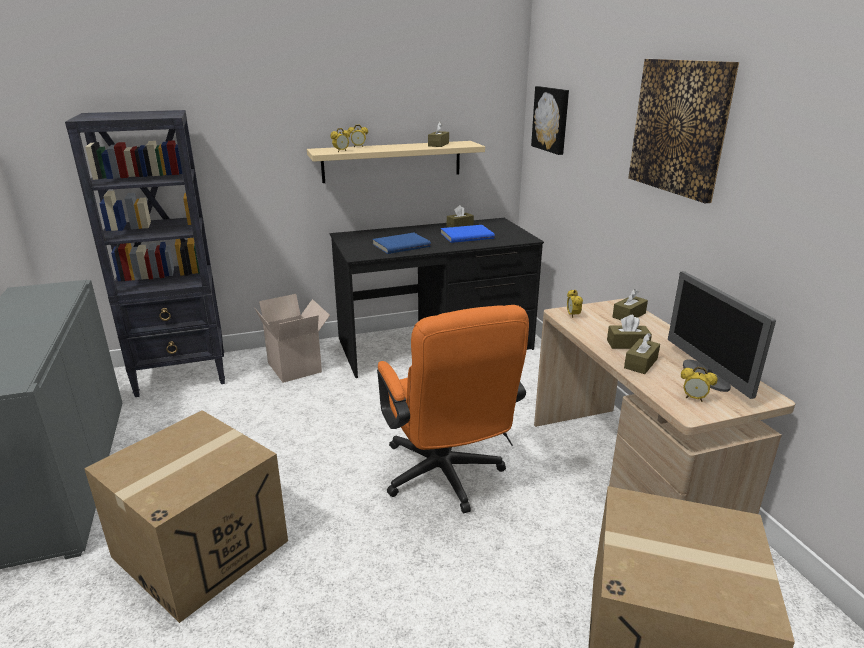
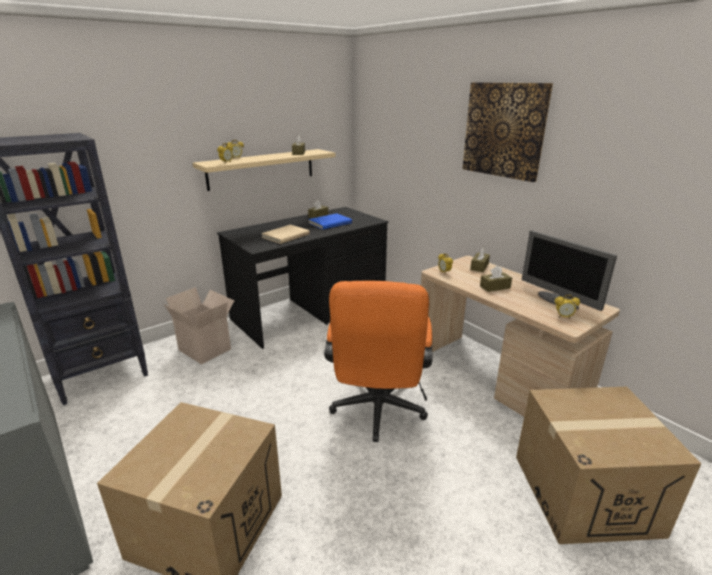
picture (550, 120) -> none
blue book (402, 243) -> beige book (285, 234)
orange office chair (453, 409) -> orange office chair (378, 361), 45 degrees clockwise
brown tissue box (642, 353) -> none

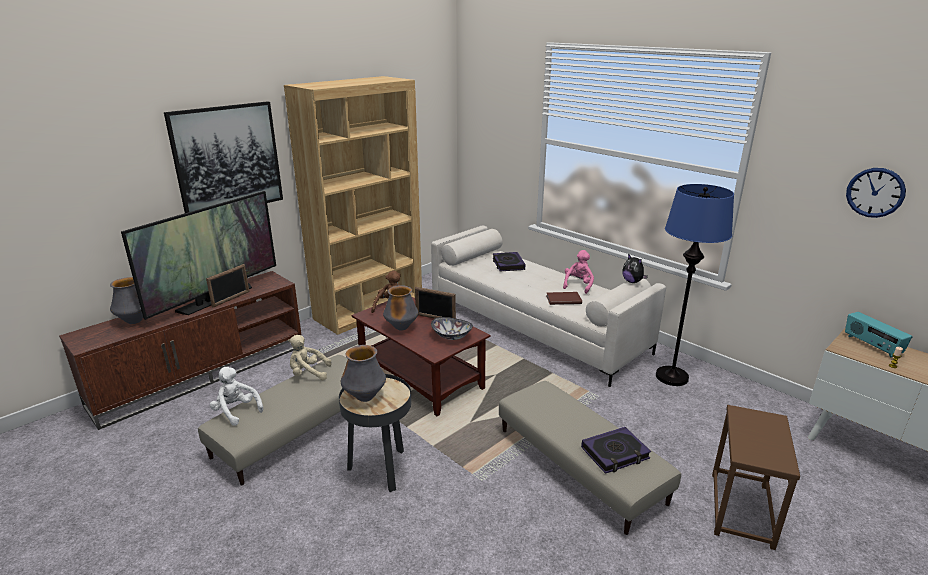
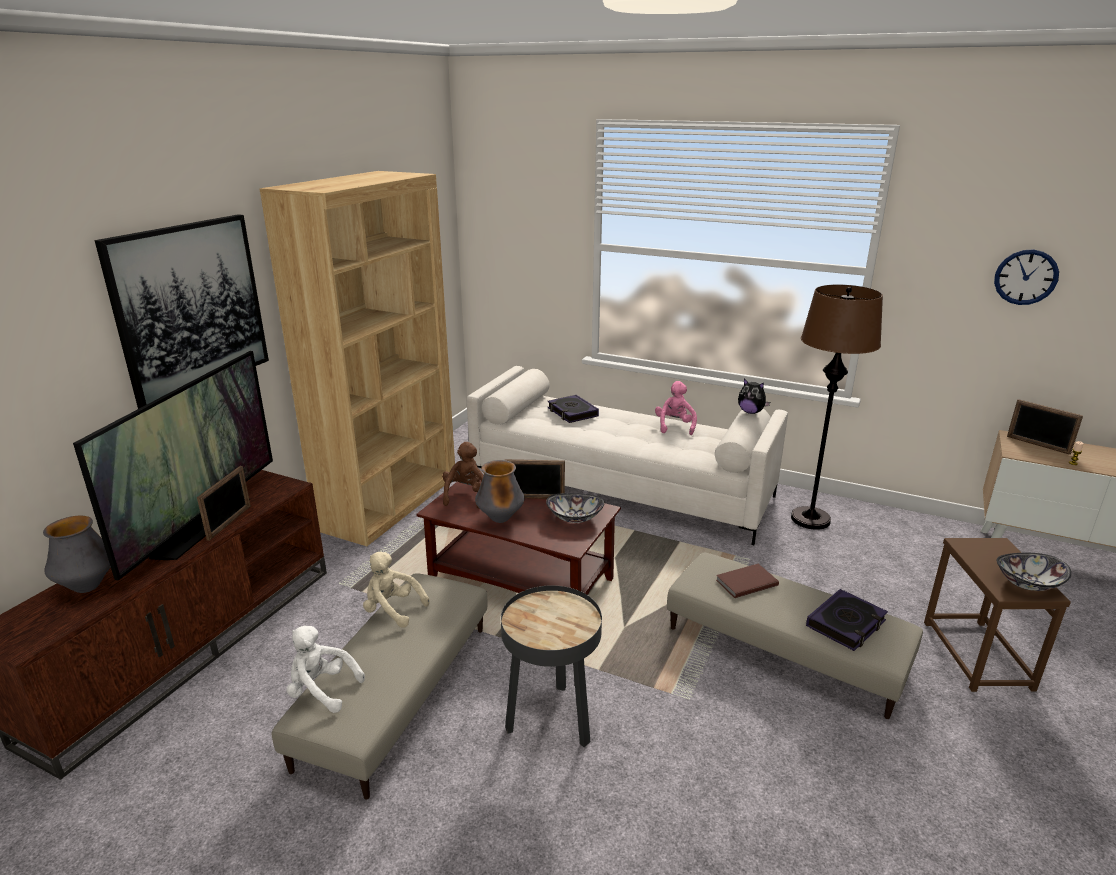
blue floor lamp (695, 285) -> brown floor lamp (837, 407)
brown book (564, 298) -> brown book (747, 581), moved
radio (879, 335) -> picture frame (1045, 427)
beige plush toy (310, 357) -> beige plush toy (396, 590), 45 degrees clockwise
vase (363, 373) -> none
none -> bowl (1033, 572)

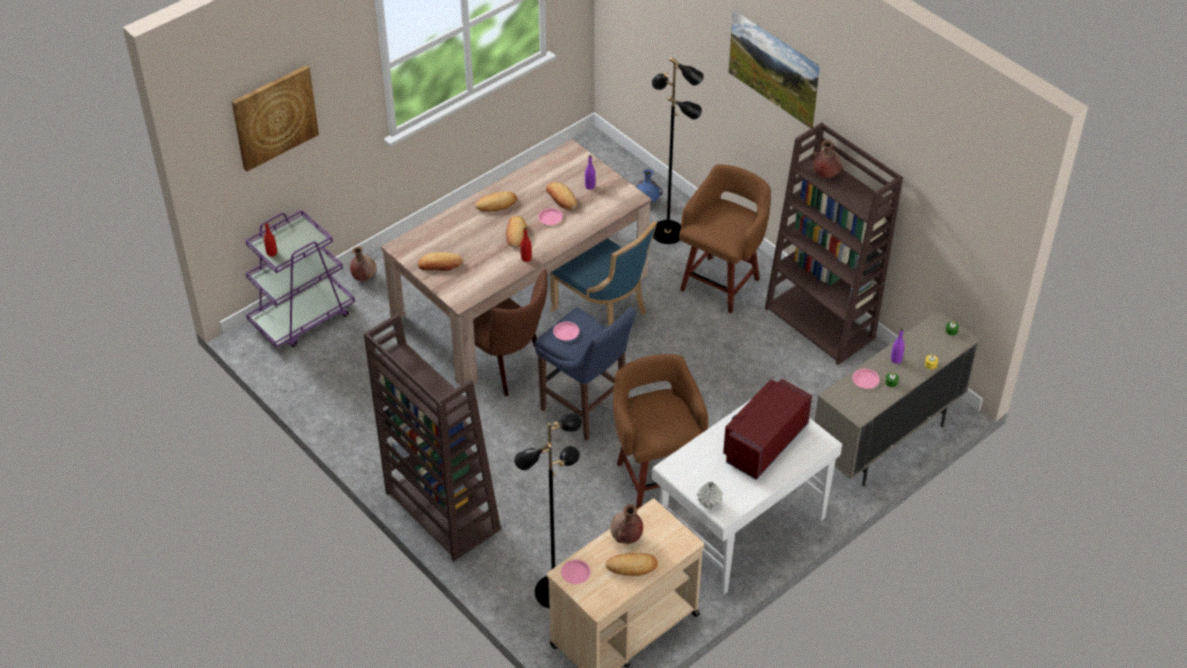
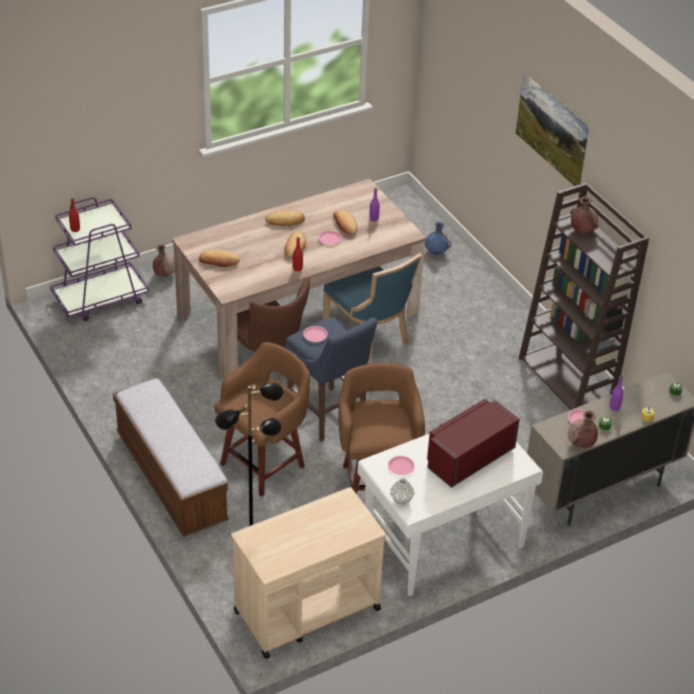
black floor lamp (678, 150) -> none
picture (275, 118) -> none
brown stool (725, 238) -> brown stool (262, 419), moved
brown bookcase (432, 437) -> bench (171, 457)
brown vase (626, 524) -> brown vase (583, 429), moved
bread (631, 564) -> none
pink plate (576, 572) -> pink plate (401, 465), moved

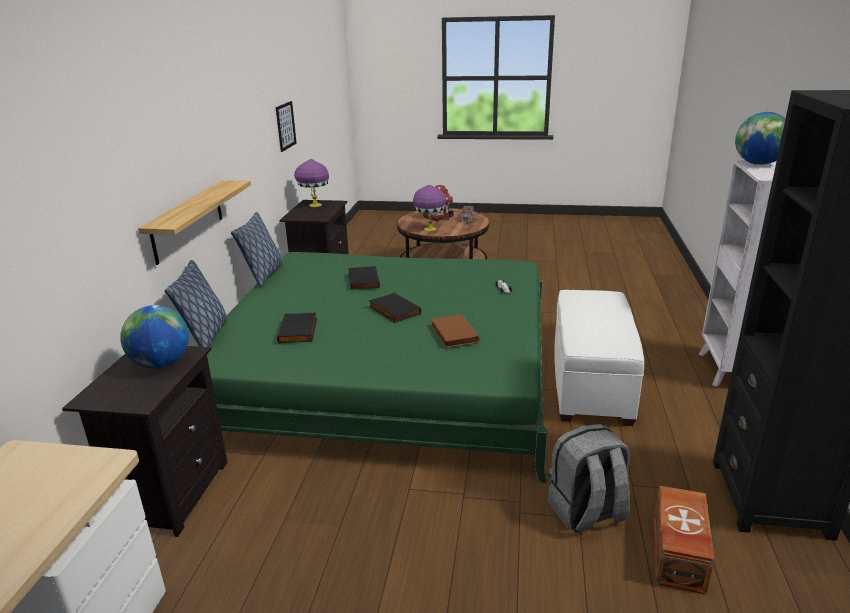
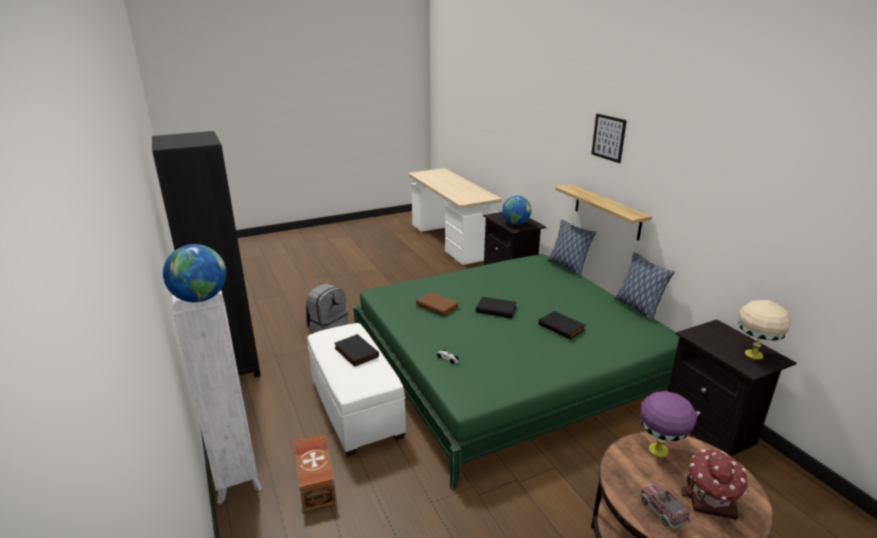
picture (286, 126) -> picture (609, 138), moved
purple table lamp (311, 182) -> beige table lamp (765, 330)
black book (297, 327) -> black book (356, 350), moved
brown storage box (684, 540) -> brown storage box (315, 473), moved

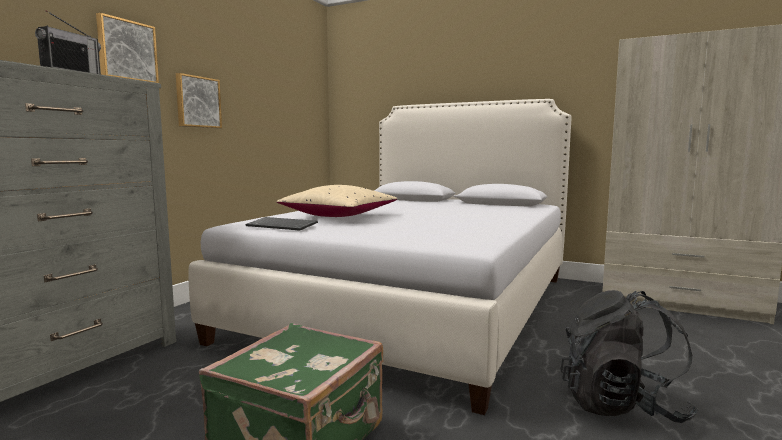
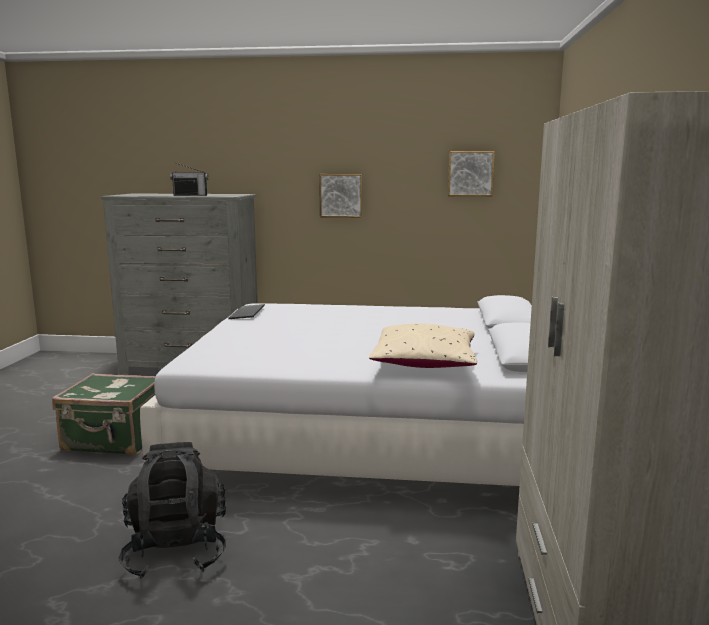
picture (127, 48) -> picture (471, 173), moved
beige pillow (336, 201) -> beige pillow (423, 345), moved

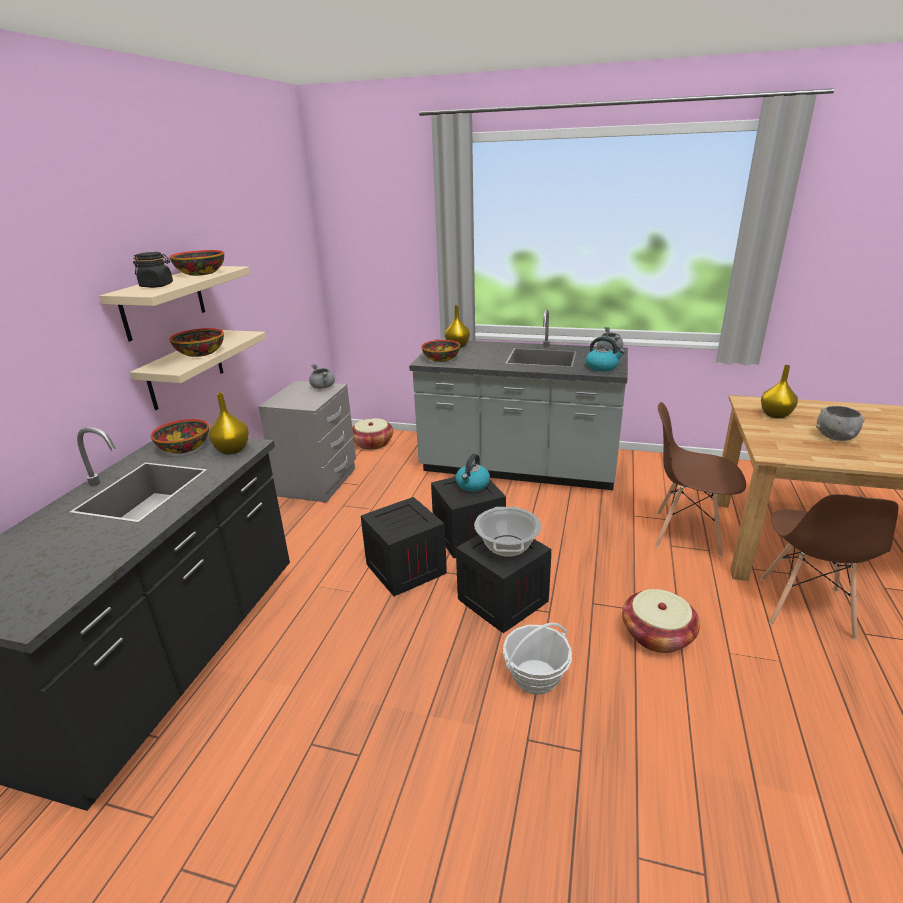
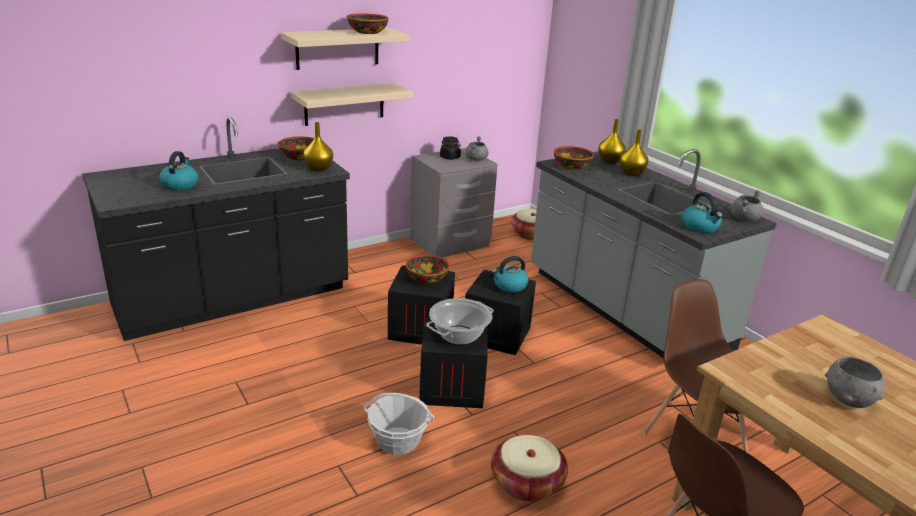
black jar (153, 270) -> black jar (450, 148), moved
bowl (196, 342) -> bowl (427, 269), moved
yellow vase (779, 391) -> yellow vase (634, 152), moved
none -> kettle (178, 171)

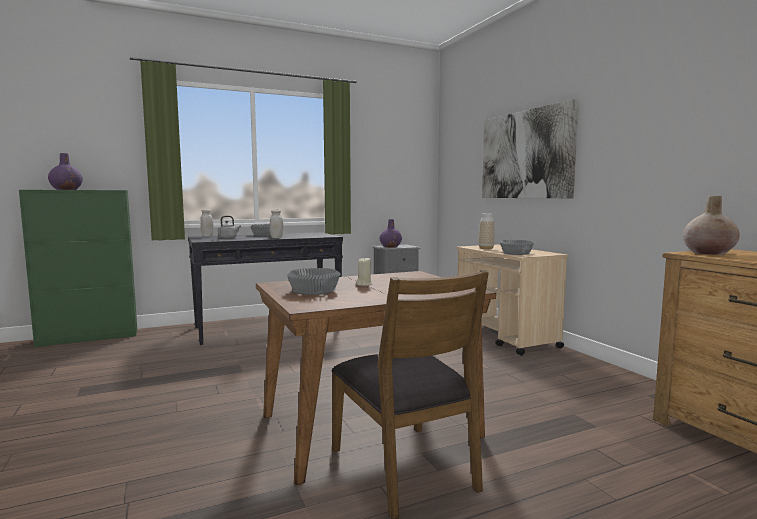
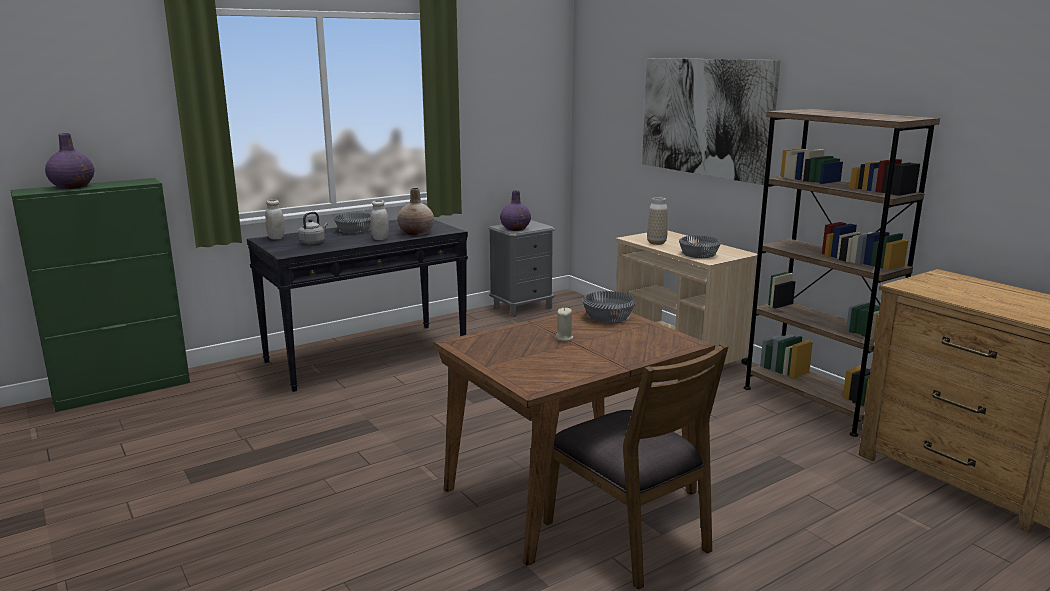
beige vase (711, 225) -> beige vase (415, 212), moved
grey bowl (314, 281) -> grey bowl (609, 307), moved
none -> brown bookcase (842, 273)

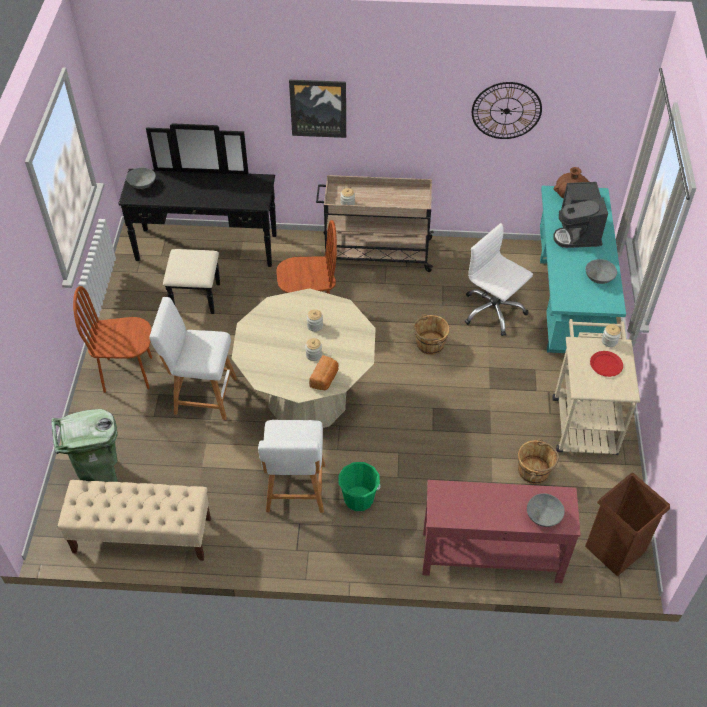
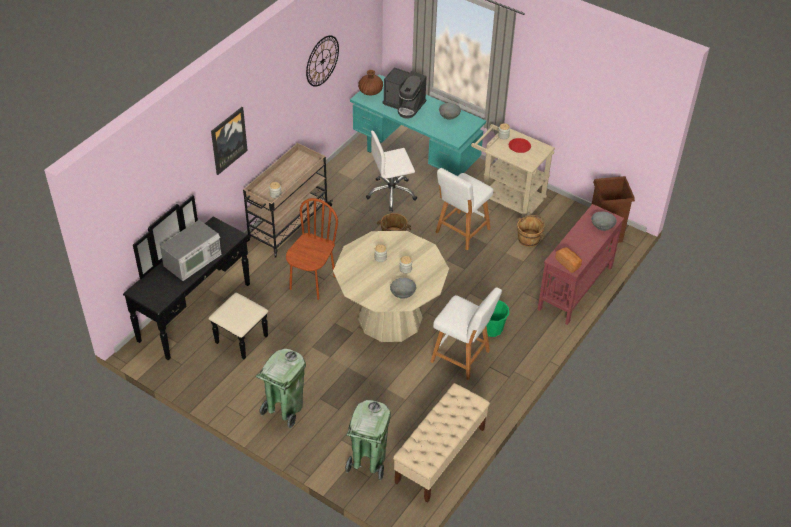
grey bowl (141, 178) -> grey bowl (403, 288), moved
brown chair (112, 339) -> green trash can (281, 388)
white stool (193, 358) -> white stool (464, 209), moved
bread (323, 373) -> bread (568, 260), moved
none -> microwave (191, 250)

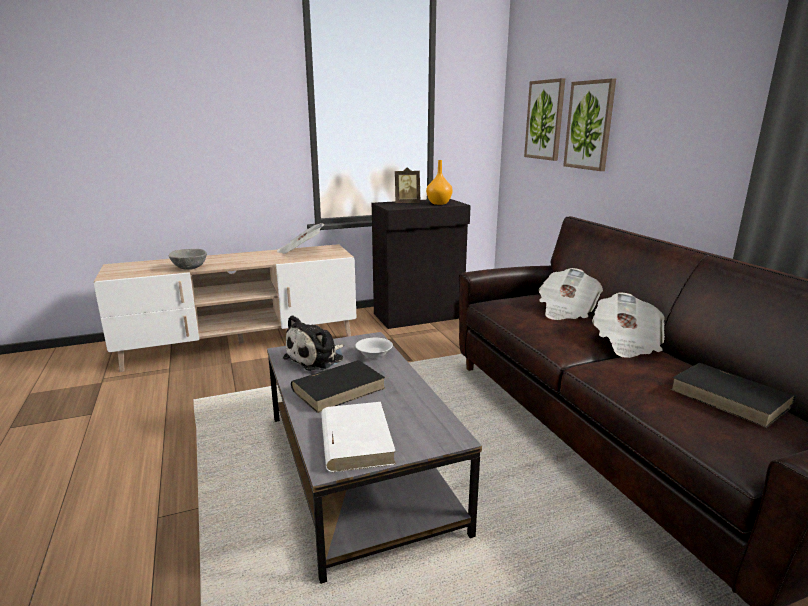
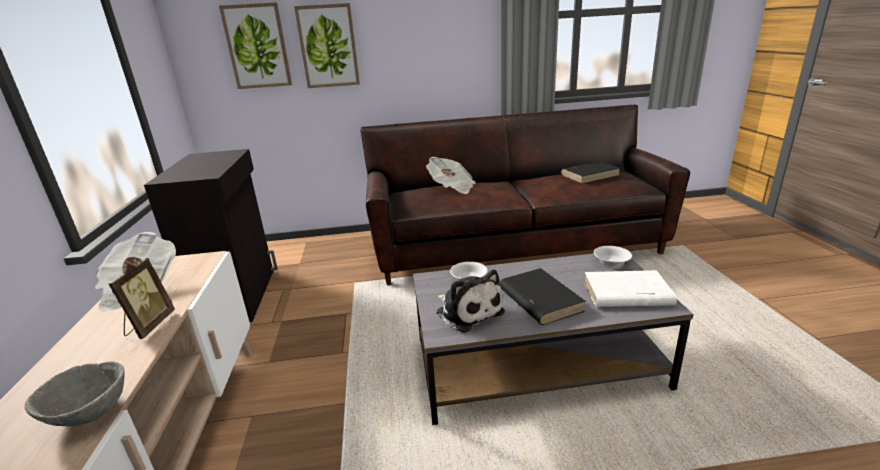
orange vase (439, 182) -> none
picture frame (407, 185) -> picture frame (142, 298), moved
newspaper (628, 325) -> none
none -> white bowl (613, 256)

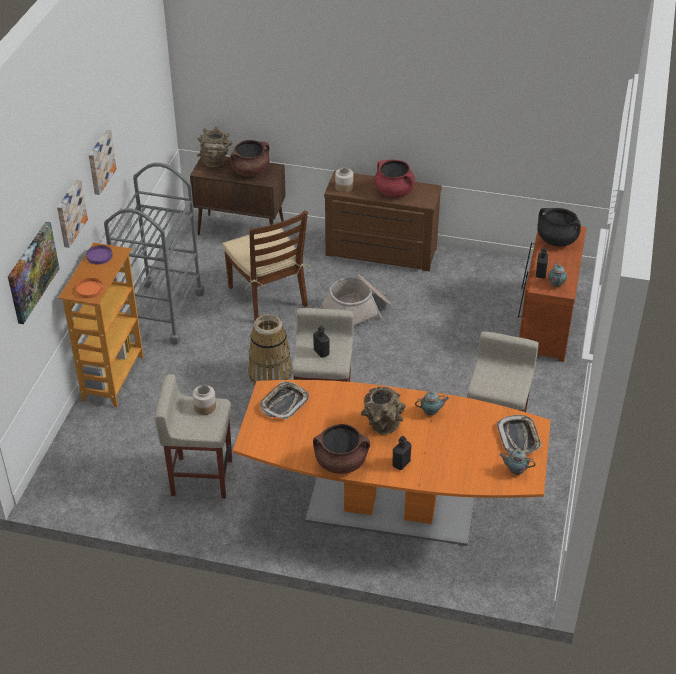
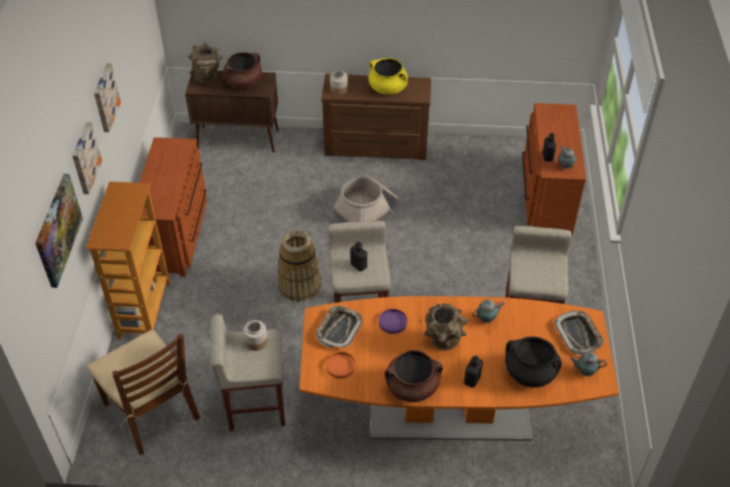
red cooking pot (394, 178) -> yellow cooking pot (388, 76)
grey cart (154, 254) -> brown dresser (173, 207)
black cooking pot (559, 227) -> black cooking pot (533, 362), moved
brown chair (266, 265) -> brown chair (143, 392), moved
purple plate (99, 254) -> purple plate (393, 321), moved
orange plate (89, 288) -> orange plate (341, 365), moved

